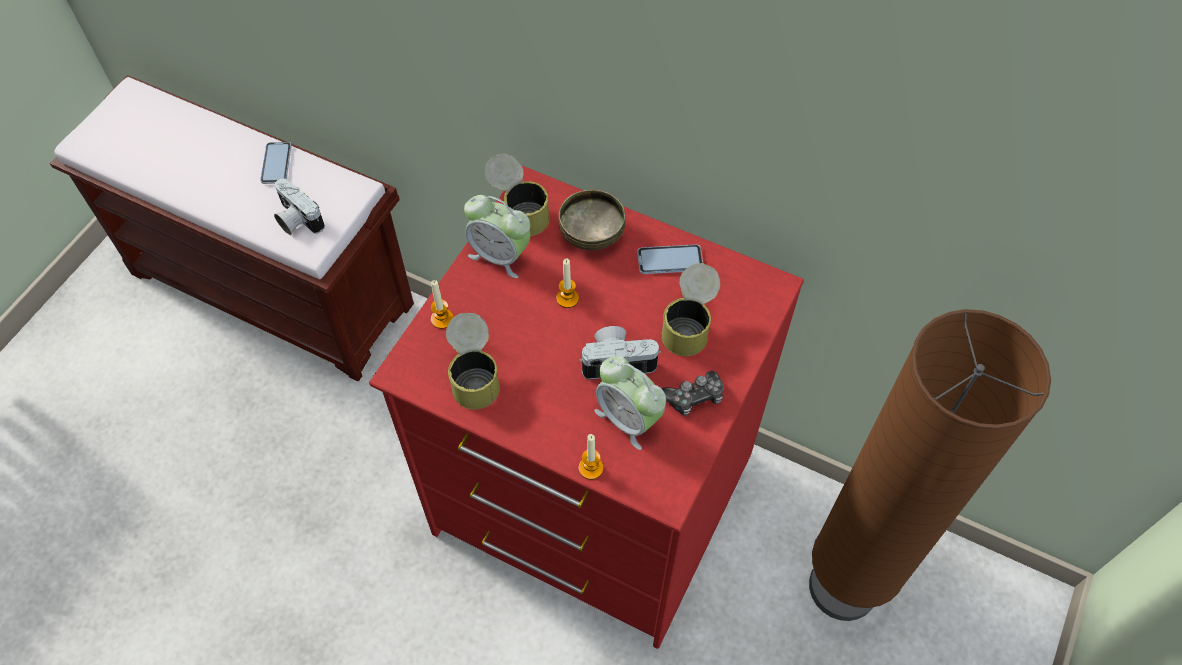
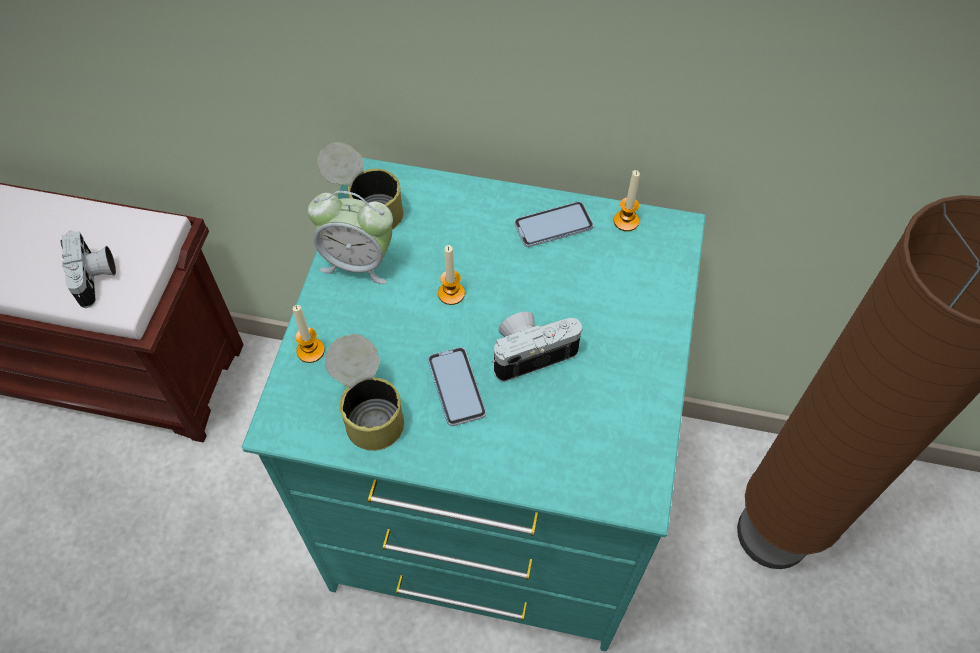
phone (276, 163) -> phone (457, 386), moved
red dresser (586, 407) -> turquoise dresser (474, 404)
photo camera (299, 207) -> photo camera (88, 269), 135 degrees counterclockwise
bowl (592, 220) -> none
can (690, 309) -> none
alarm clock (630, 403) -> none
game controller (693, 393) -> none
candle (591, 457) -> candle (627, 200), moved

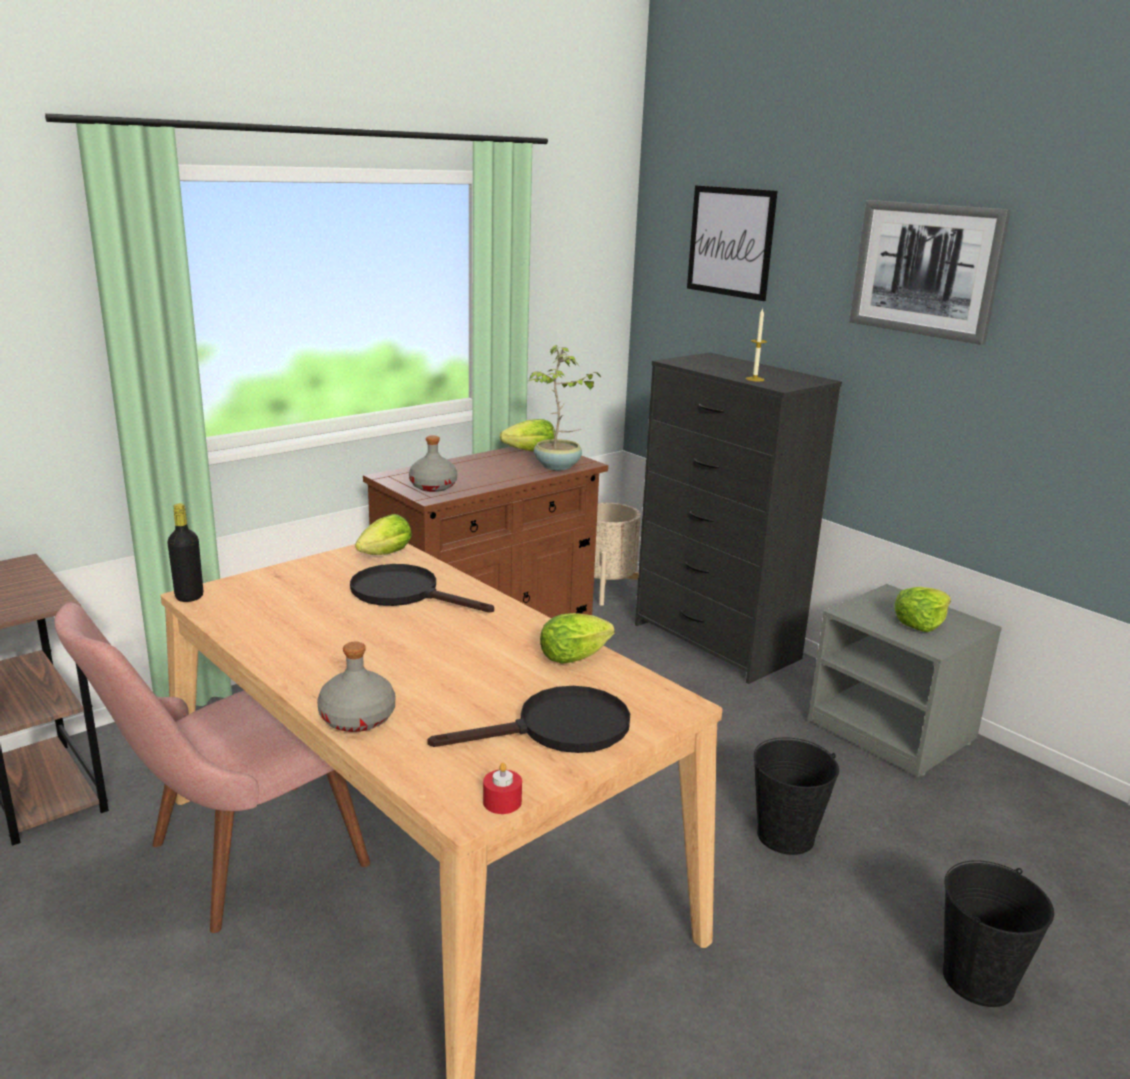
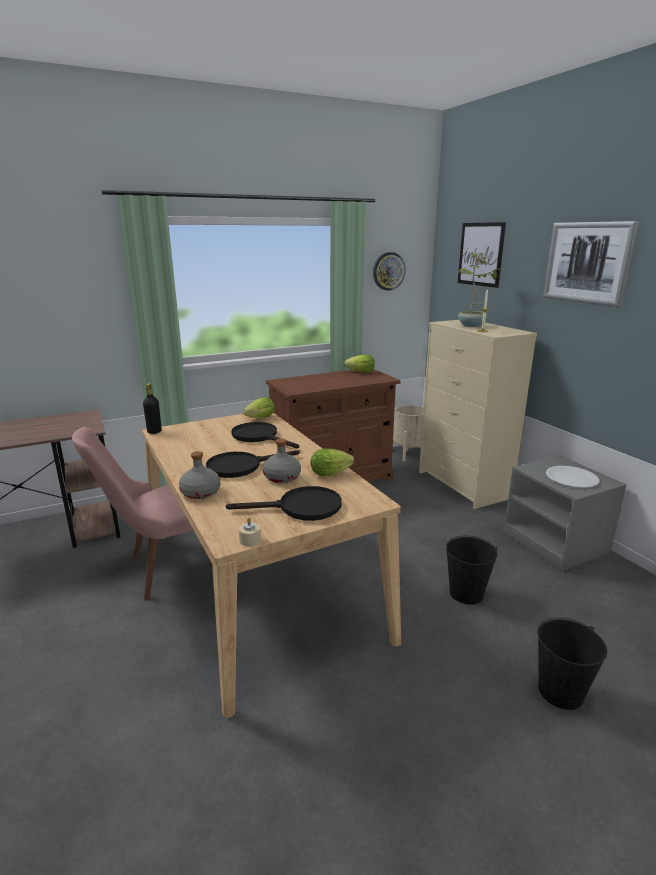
potted plant (565, 407) -> potted plant (479, 289), moved
black dresser (738, 518) -> beige dresser (478, 414)
grey bottle (433, 463) -> grey bottle (282, 460), moved
lettuce (922, 609) -> white plate (572, 477)
red candle (502, 788) -> beige candle (250, 532)
none -> wall clock (389, 271)
none -> black frying pan (253, 464)

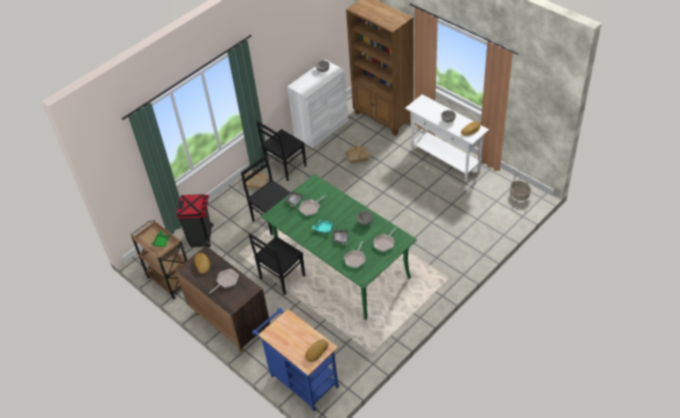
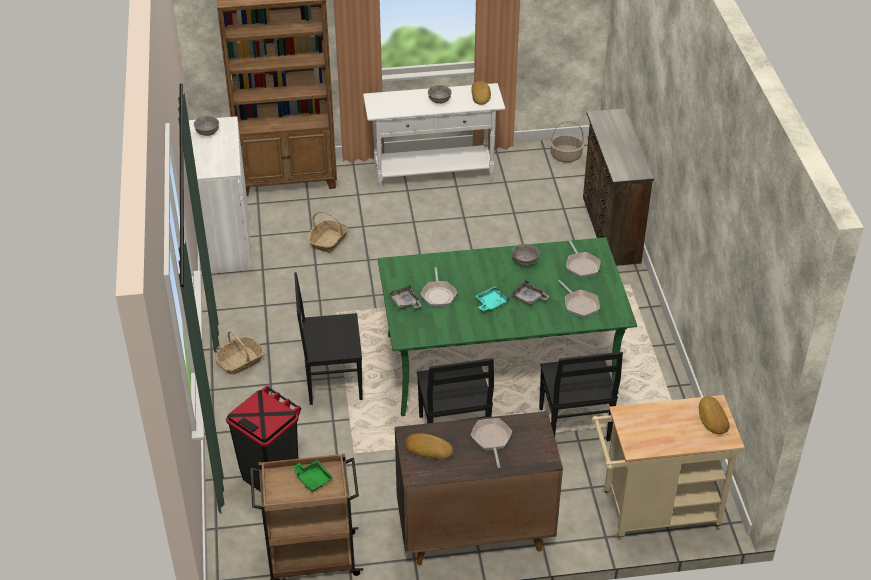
black chair (281, 151) -> black chair (581, 396), moved
blue cart (296, 359) -> beige cart (668, 467)
none -> brown dresser (618, 187)

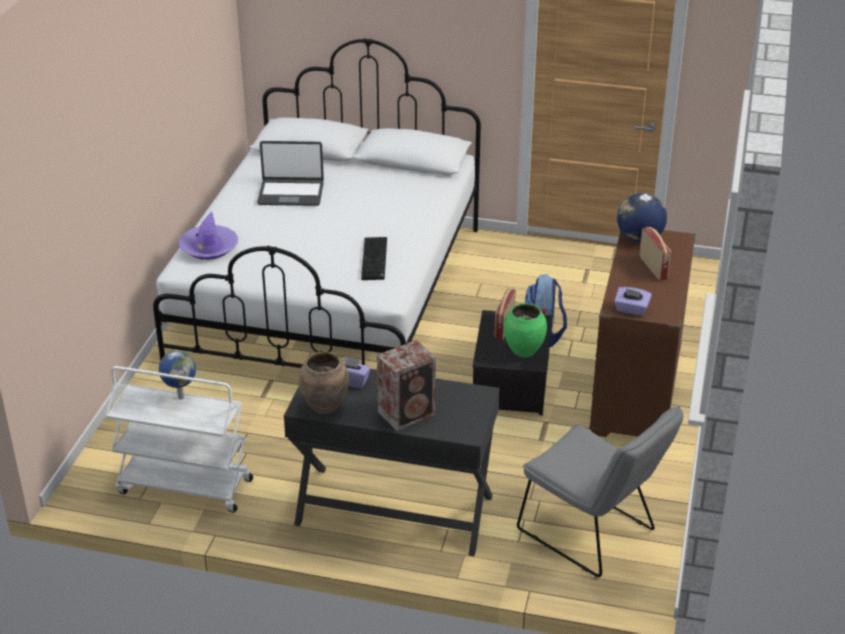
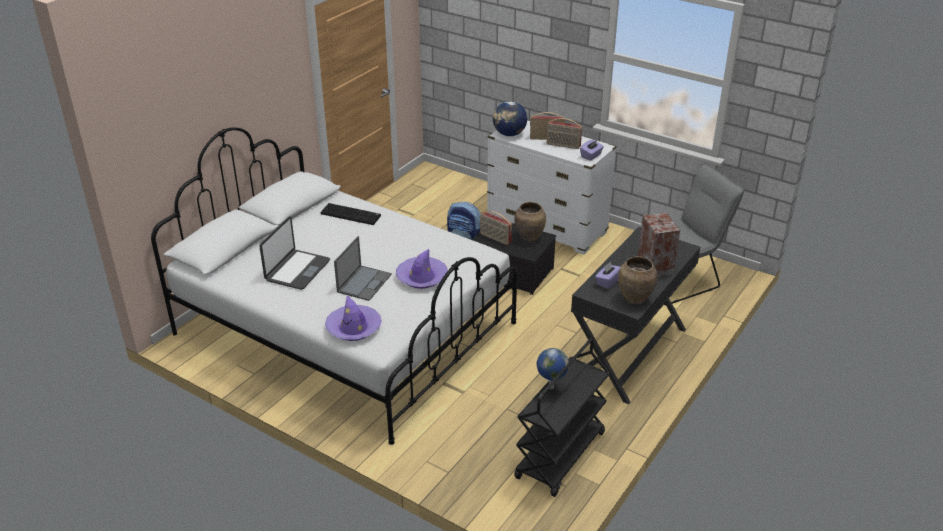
brown dresser (642, 333) -> white dresser (552, 187)
keyboard (374, 258) -> keyboard (351, 214), moved
green vase (525, 330) -> brown vase (530, 222)
white cart (179, 439) -> black cart (562, 417)
none -> radio (564, 133)
none -> laptop (363, 268)
none -> purple hat (422, 269)

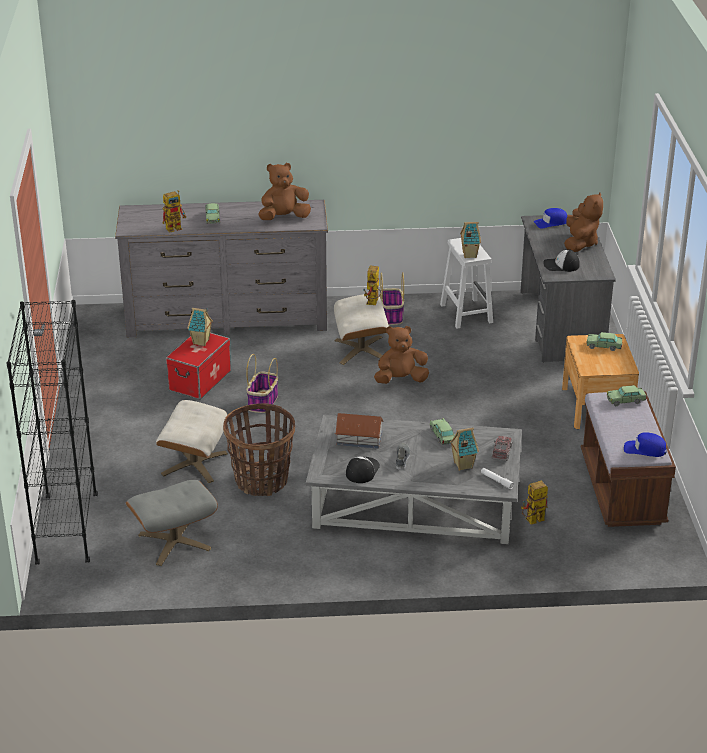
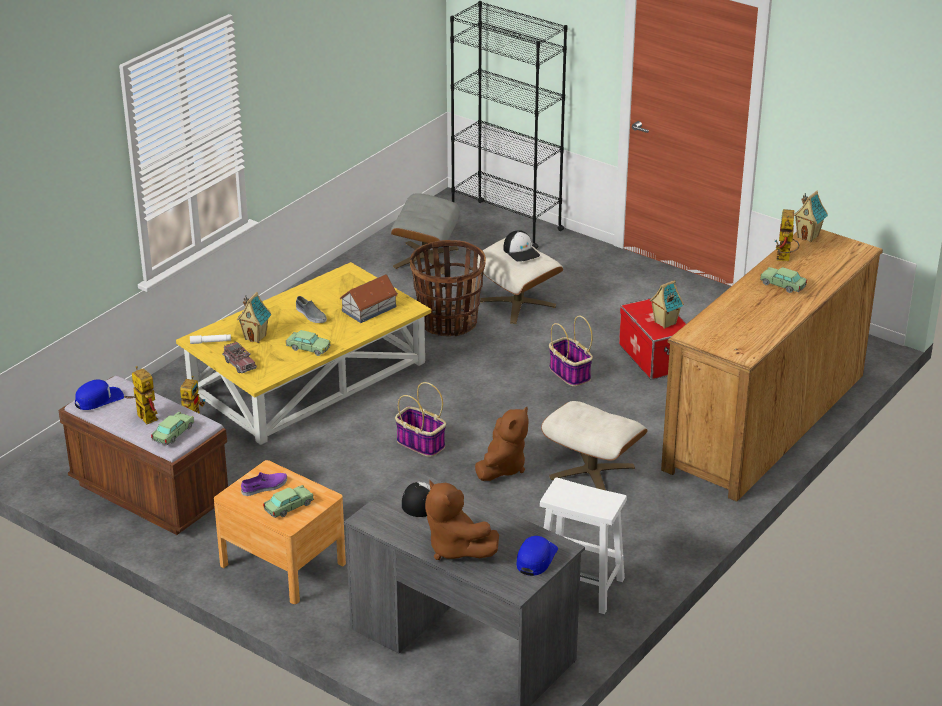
brown plush toy (284, 191) -> none
grey dresser (221, 268) -> brown dresser (772, 365)
toy house (470, 240) -> toy house (811, 216), moved
toy robot (372, 285) -> toy robot (141, 395), moved
basket (392, 298) -> basket (420, 419), moved
grey coffee table (414, 479) -> yellow coffee table (303, 353)
cap (363, 470) -> cap (521, 246), moved
none -> purple shoe (264, 484)

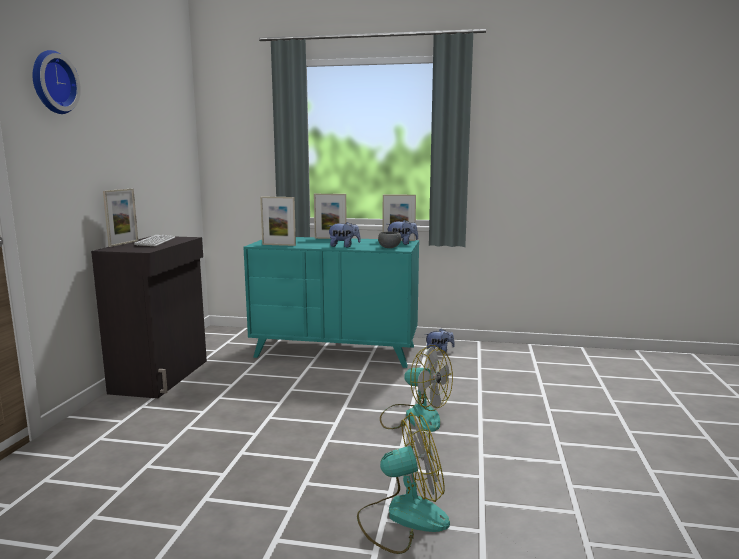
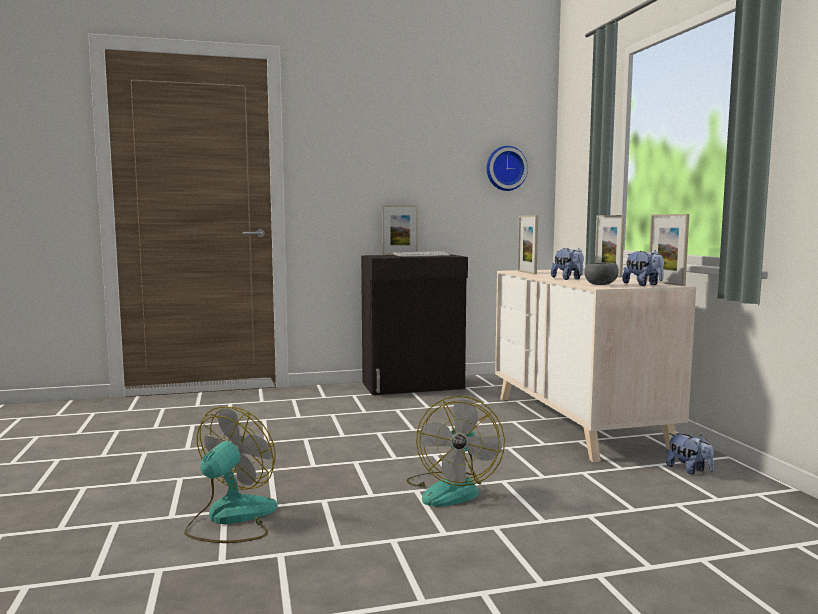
wall clock (56, 82) -> wall clock (507, 168), moved
turquoise dresser (331, 302) -> beige dresser (595, 365)
fan (403, 483) -> fan (231, 474), 120 degrees counterclockwise

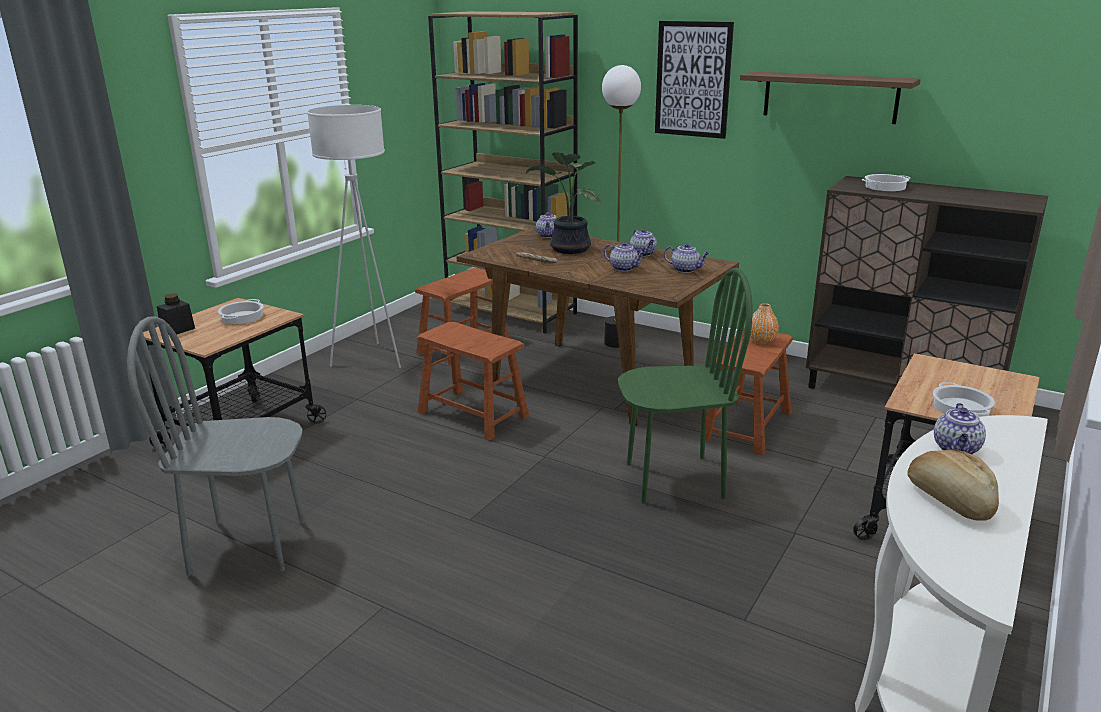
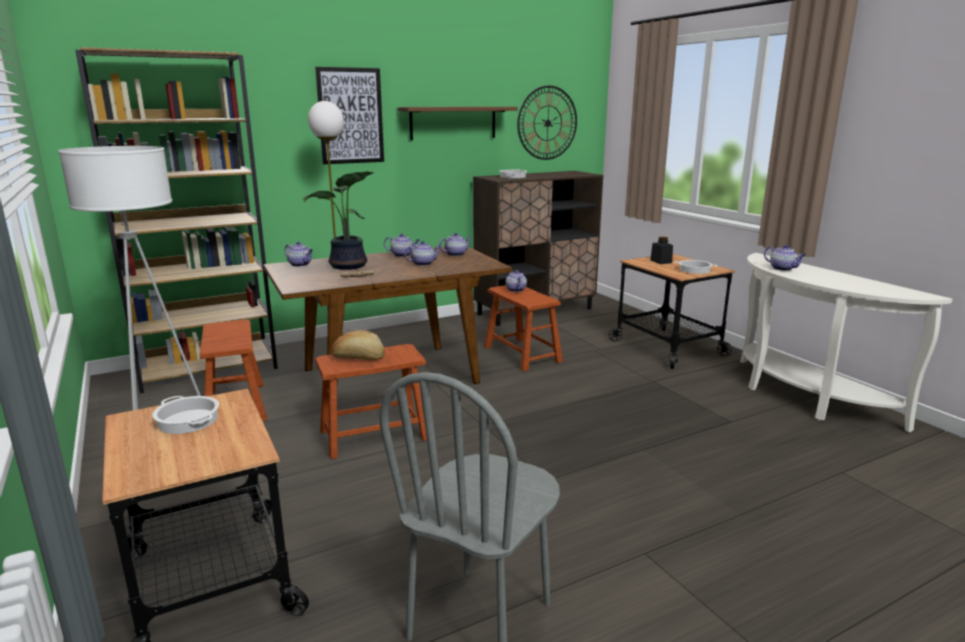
green chair (685, 386) -> none
black jar (176, 314) -> black jar (661, 250), moved
orange vase (764, 323) -> teapot (516, 281)
bread (953, 485) -> bread (358, 345), moved
none -> wall clock (547, 123)

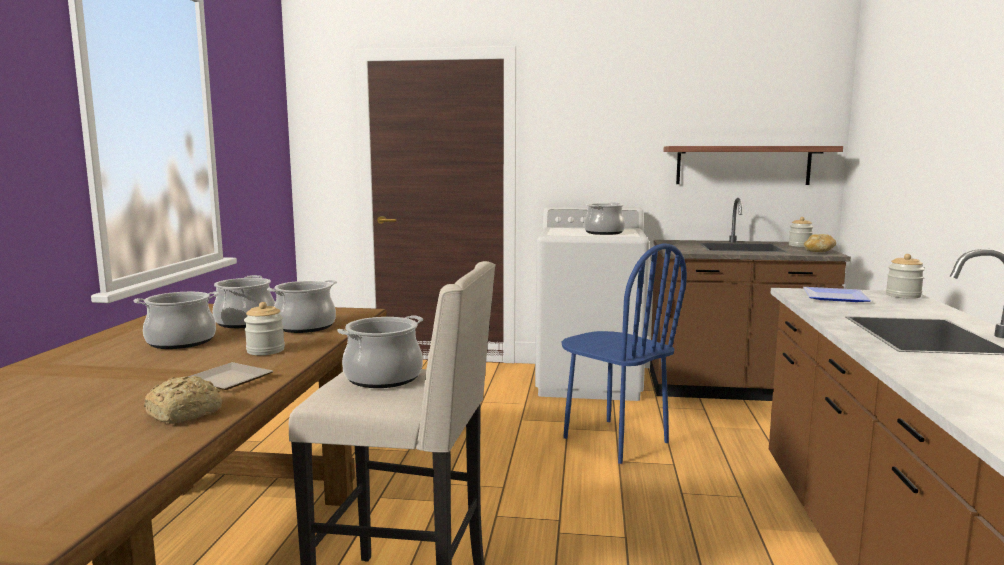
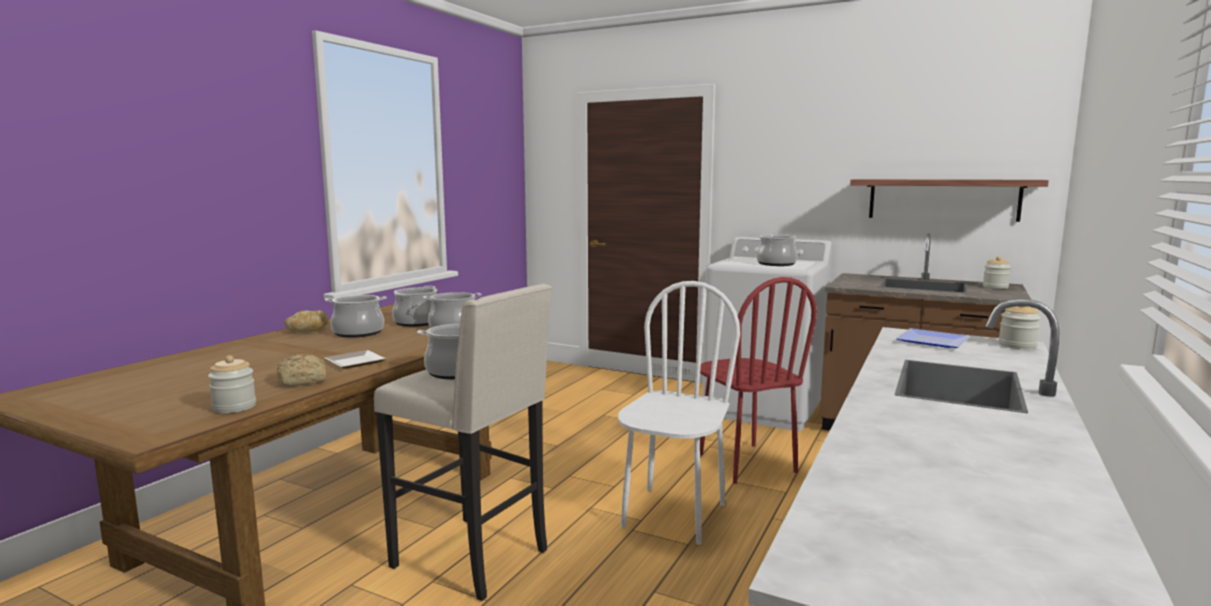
bread (820, 243) -> bread (306, 321), moved
blue chair (624, 354) -> red chair (758, 380)
jar (264, 328) -> jar (232, 384), moved
none -> white chair (679, 413)

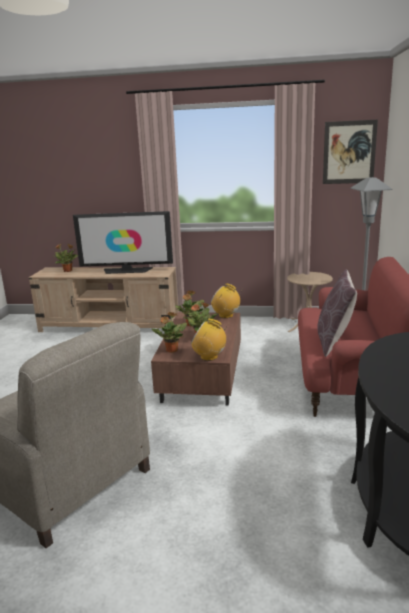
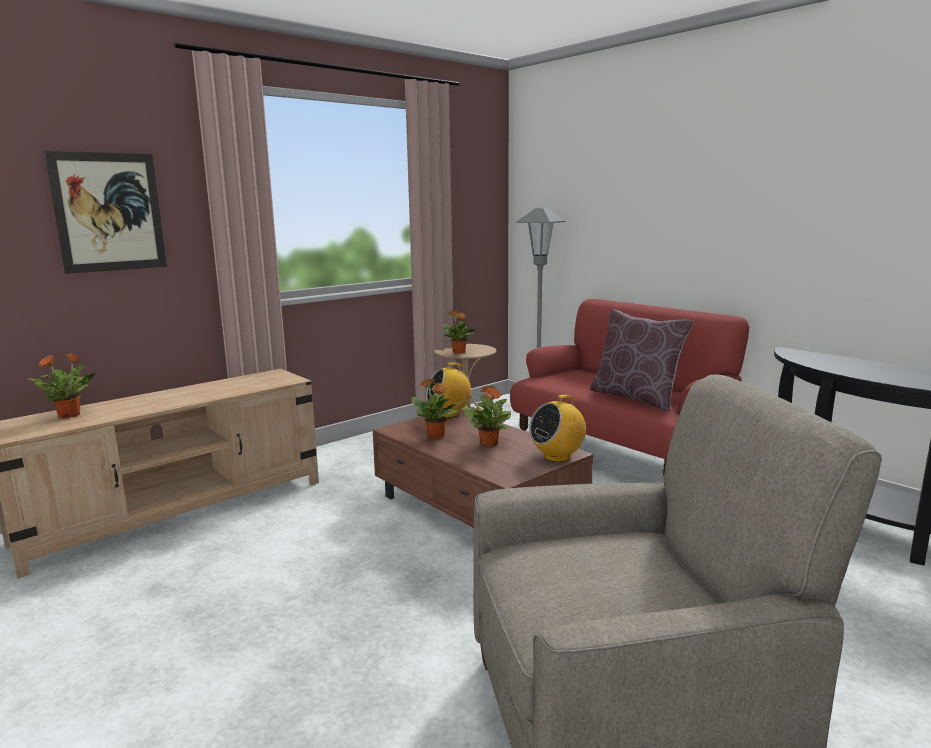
picture (350, 152) -> picture (105, 212), moved
television (123, 242) -> none
potted plant (169, 332) -> potted plant (459, 332), moved

